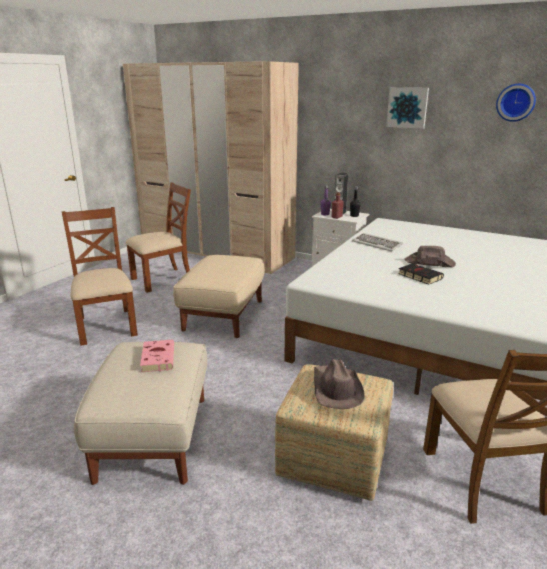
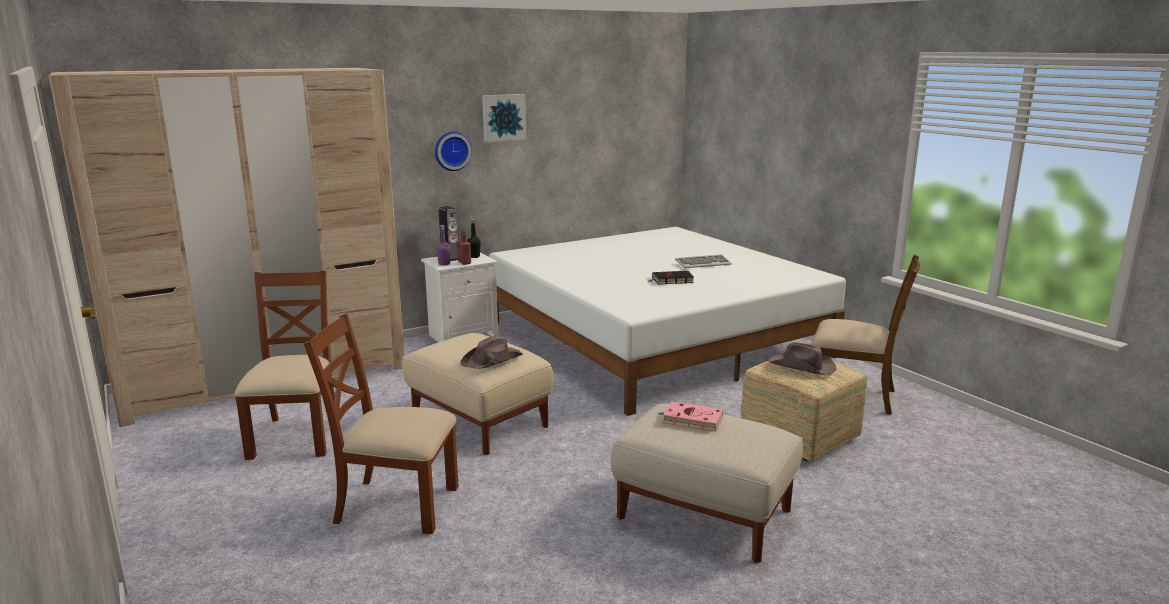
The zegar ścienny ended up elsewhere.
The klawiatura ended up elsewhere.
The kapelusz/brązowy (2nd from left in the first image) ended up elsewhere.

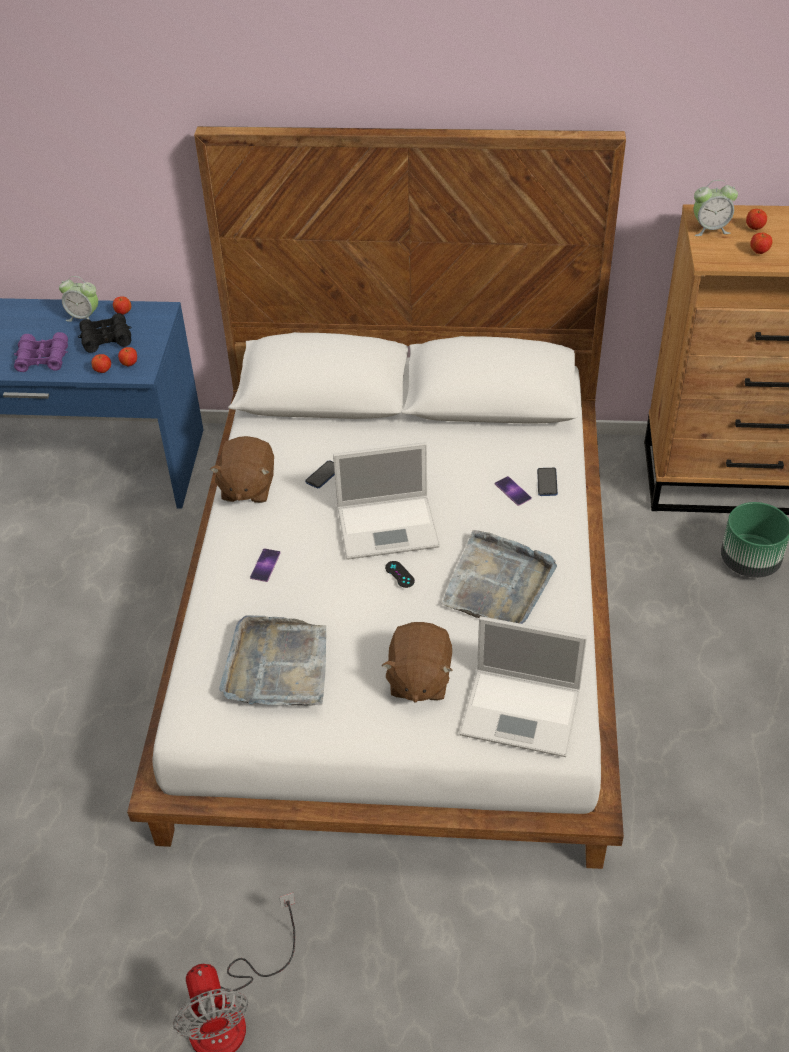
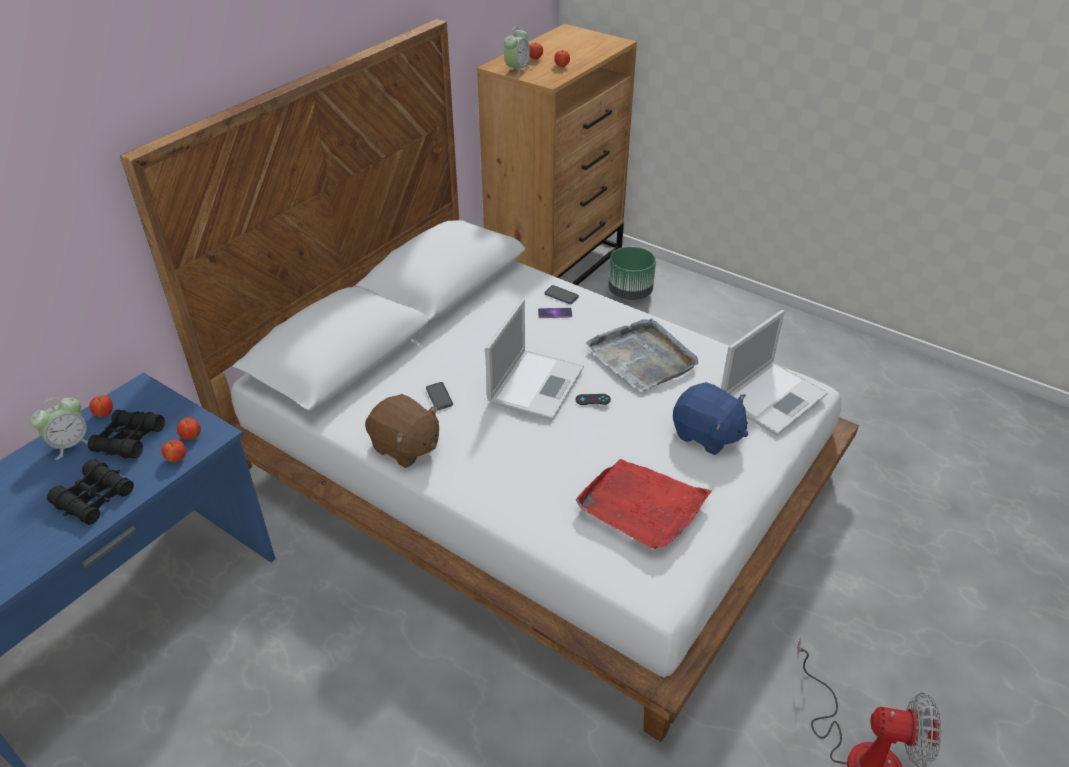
What was the lornetka/fioletowy turned into the lornetka/czarny (1st from left).
The second view lost the telefon (1st from left).
What was the taca/szary (1st from left) turned into the taca/czerwony.
What was the pluszak/brązowy (2nd from left) turned into the pluszak/niebieski.

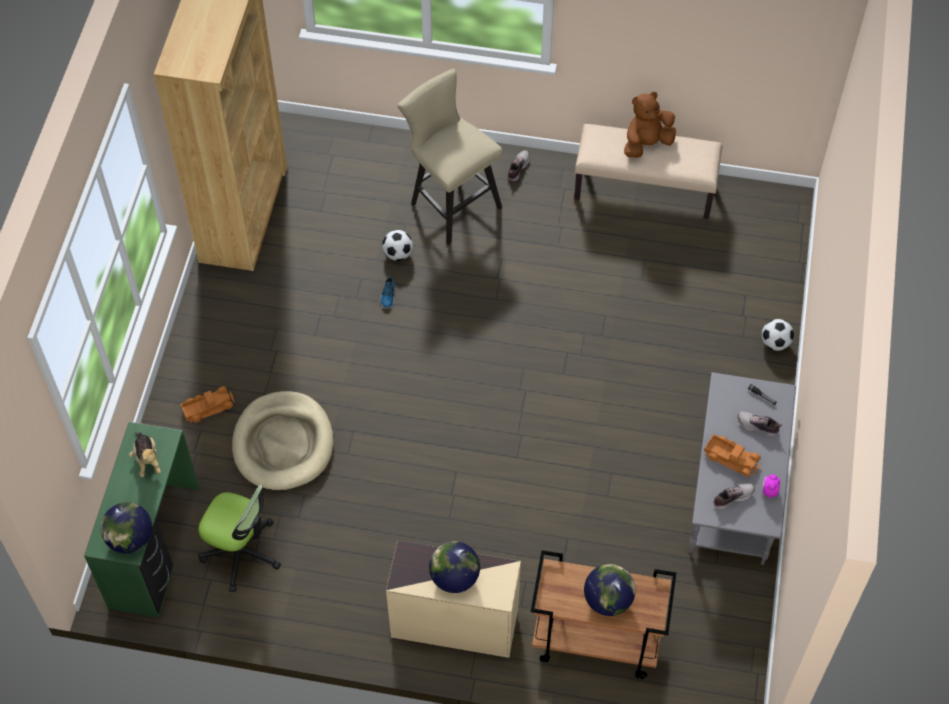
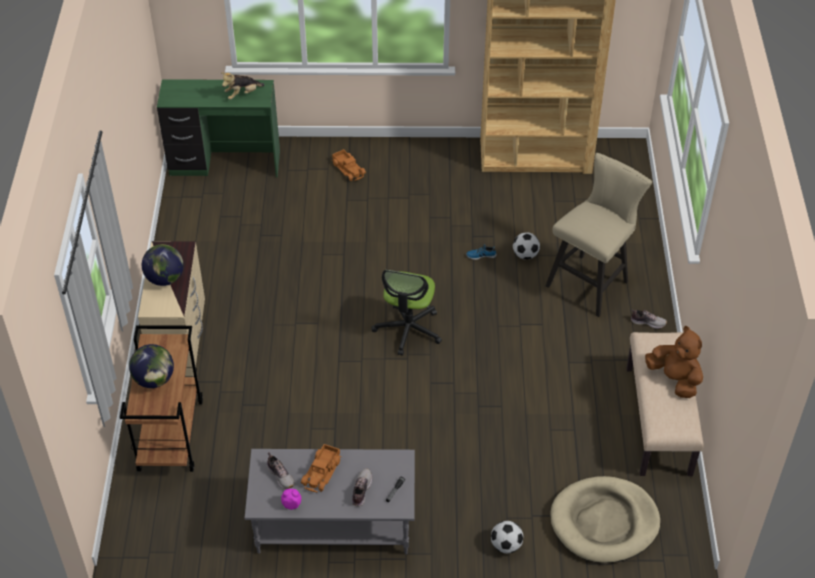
The legowisko/beżowy ended up elsewhere.
The krzesło biurowe ended up elsewhere.
The second view lost the globus (1st from left).

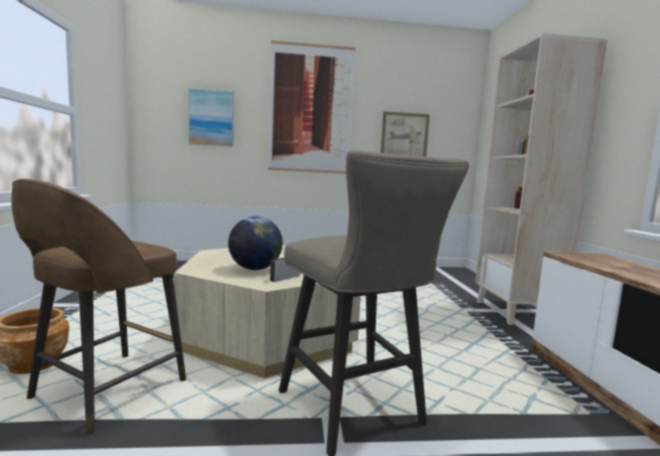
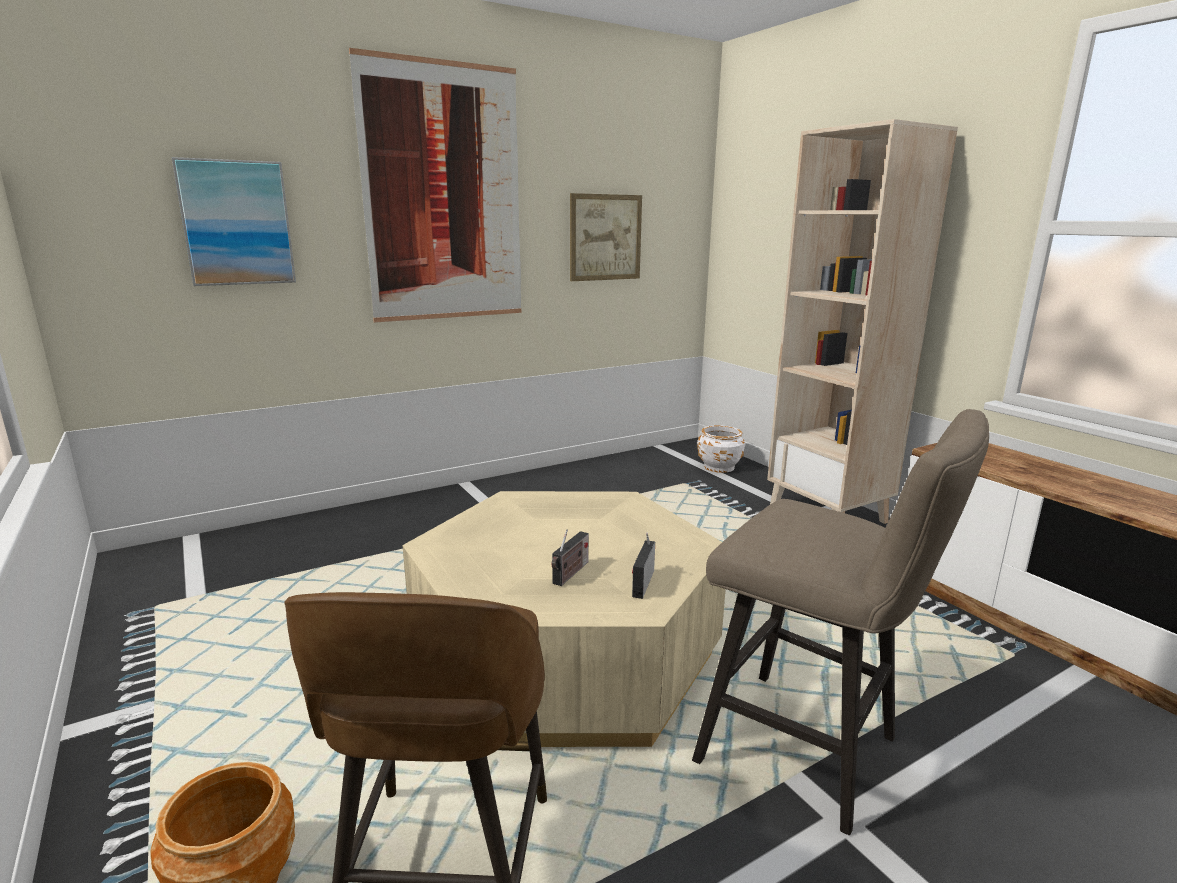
Where the globus stood, the radio (1st from left) came to stand.
The second view gained the donica/biały.

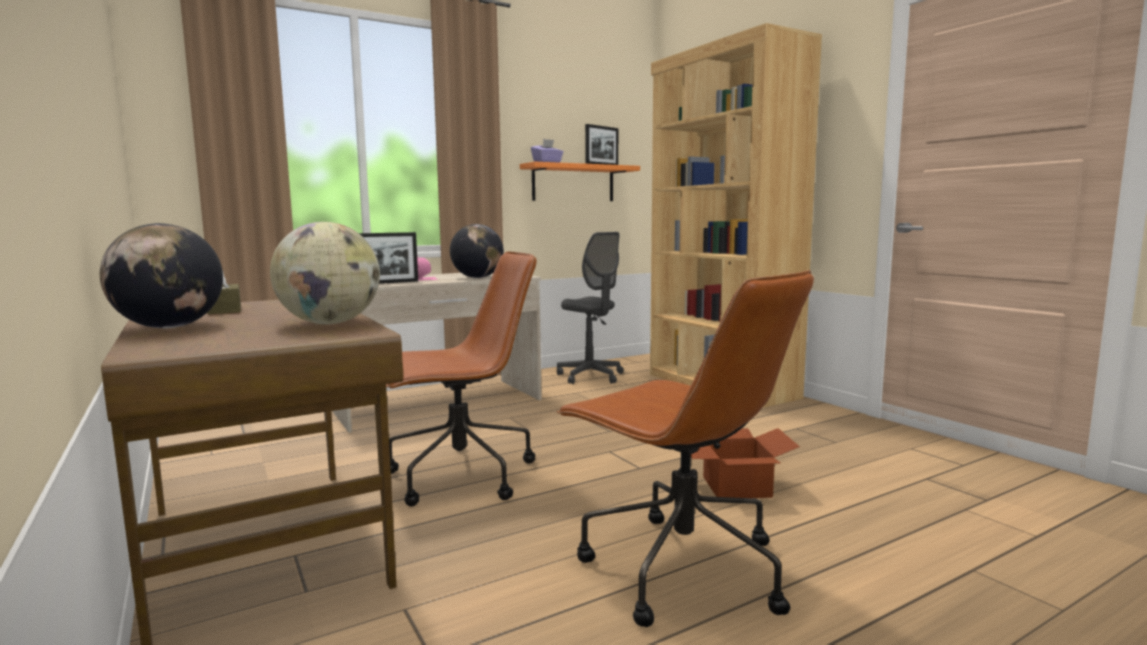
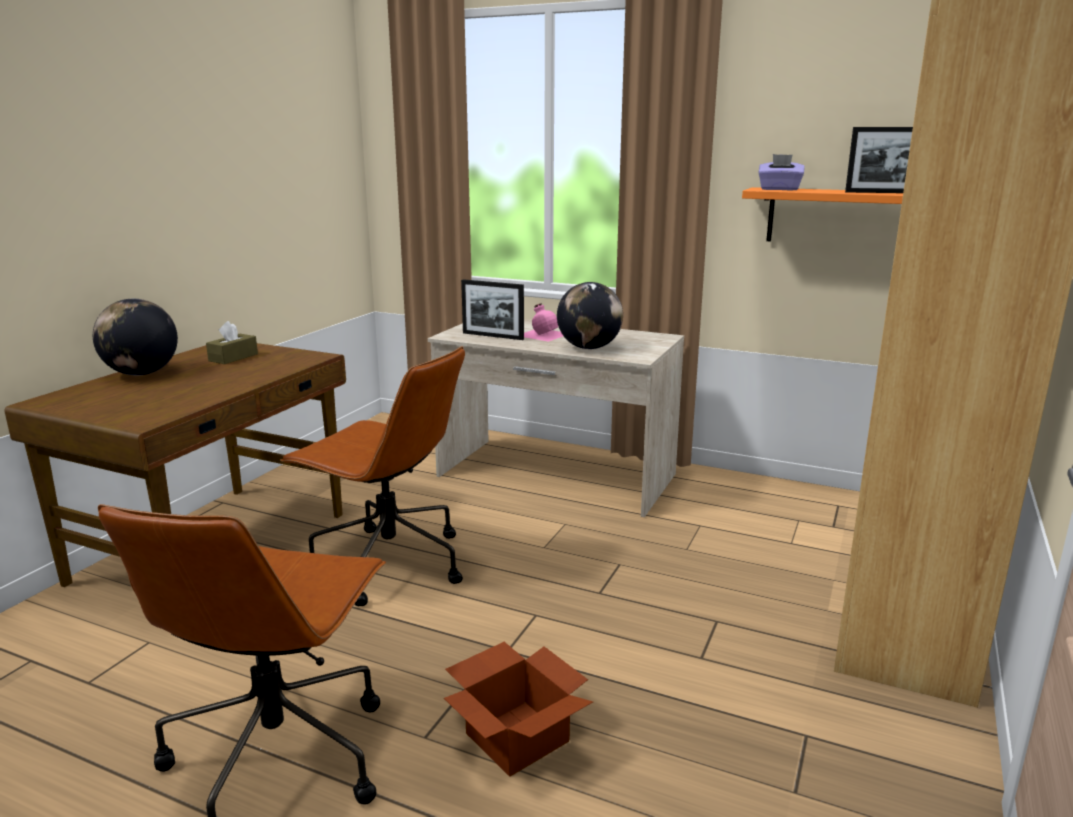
The second view lost the globus (2nd from left).
The second view lost the krzesło biurowe/szary.

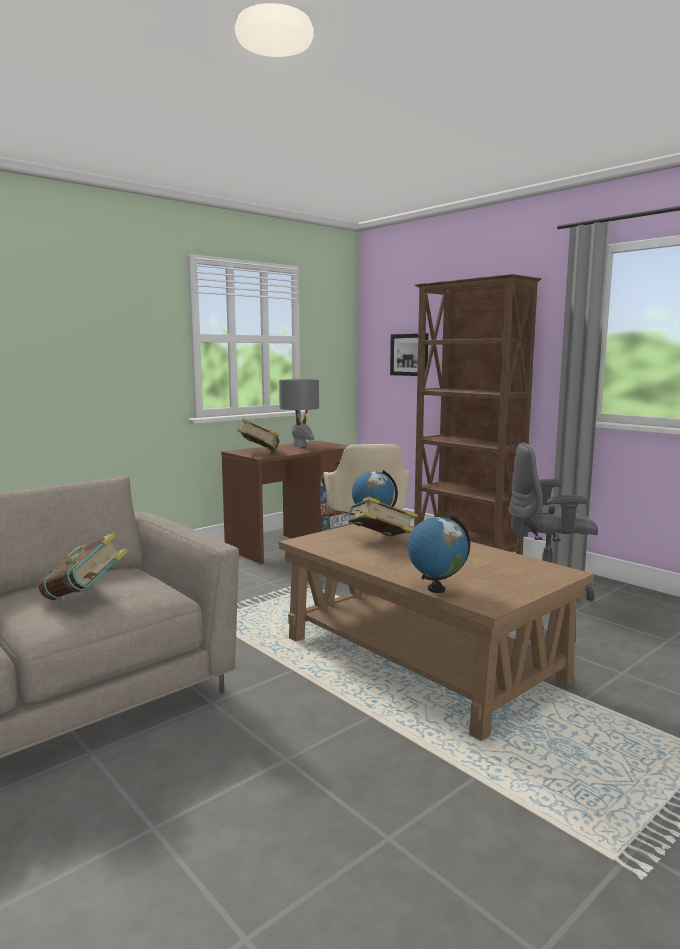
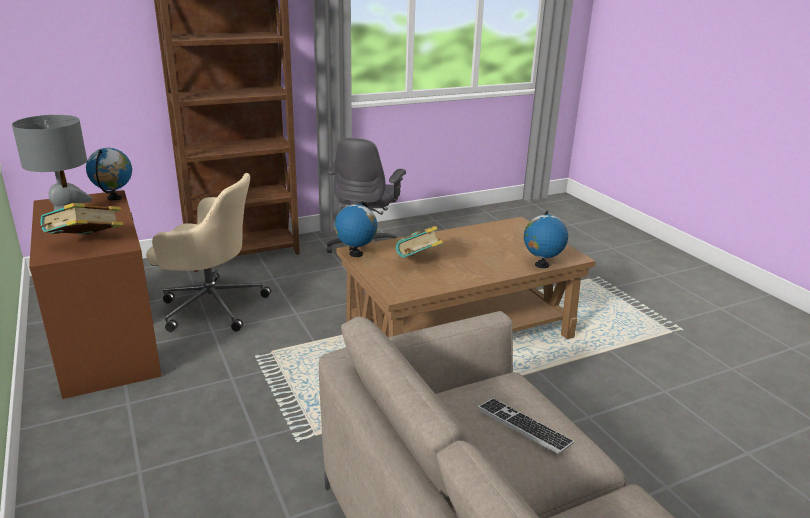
The second view lost the obraz.
Where the książka (1st from left) stood, the klawiatura came to stand.
The second view gained the globus (1st from left).

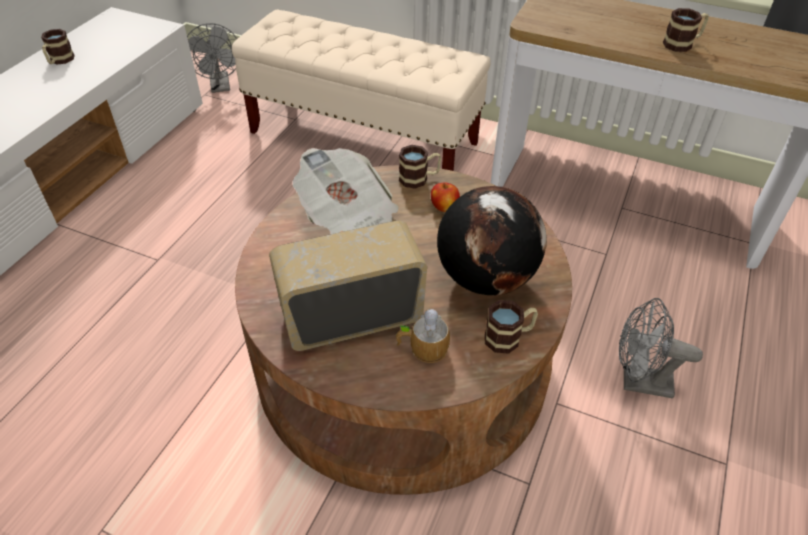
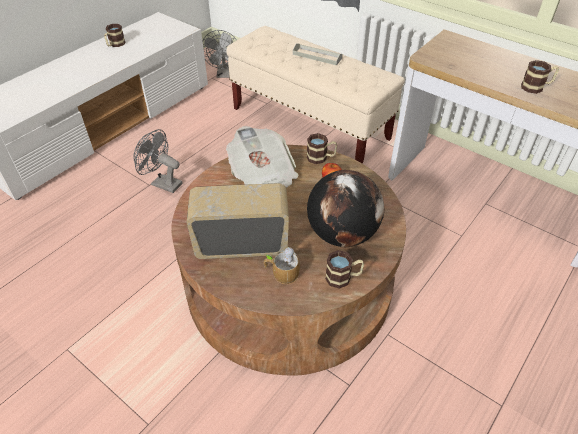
The wentylator/szary (2nd from left in the first image) ended up elsewhere.
The second view gained the taca/szary.

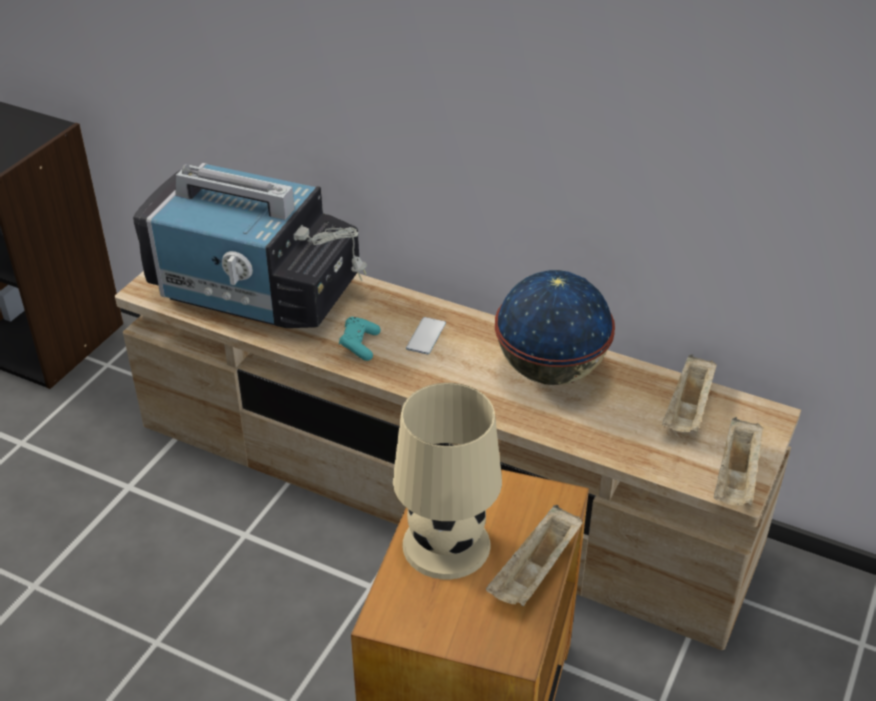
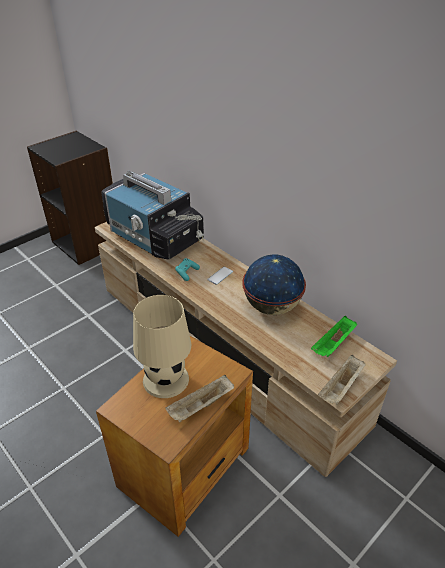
What was the taca/beżowy (2nd from left) turned into the taca/zielony.

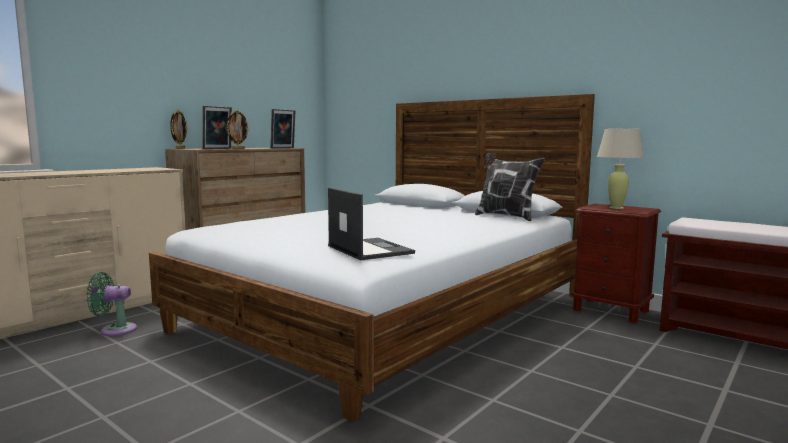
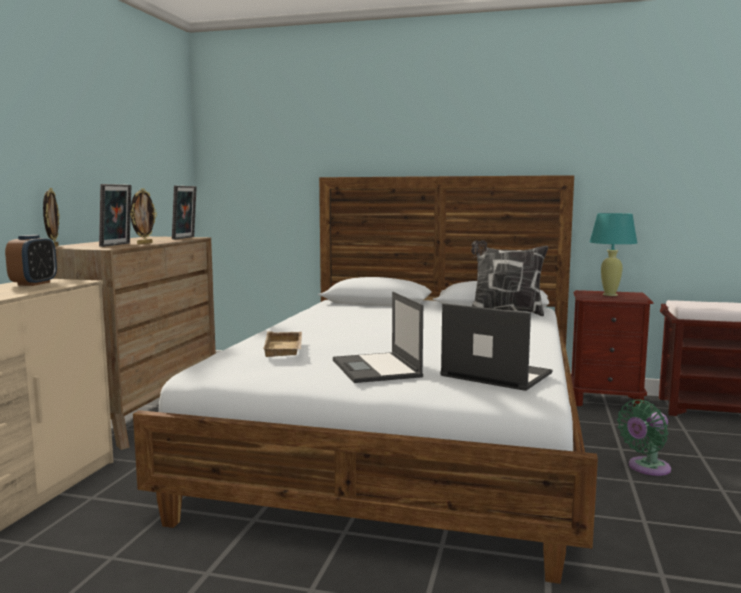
What was the lampa stołowa/beżowy turned into the lampa stołowa/turkusowy.
The wentylator/zielony ended up elsewhere.
The second view gained the budzik.
The second view gained the laptop (1st from left).
The second view gained the taca/beżowy.

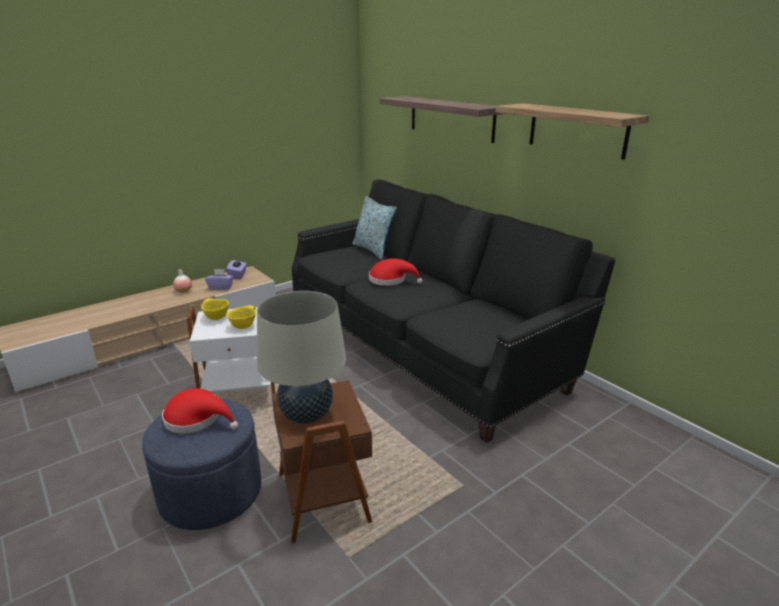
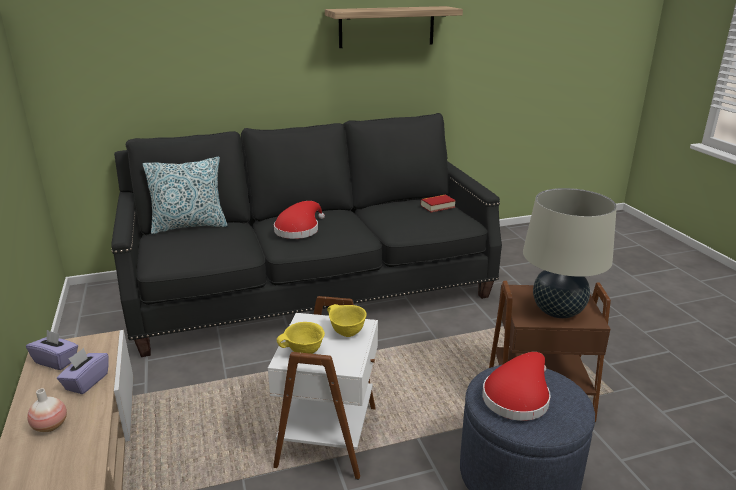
The second view lost the półka (1st from left).
The second view gained the książka.

